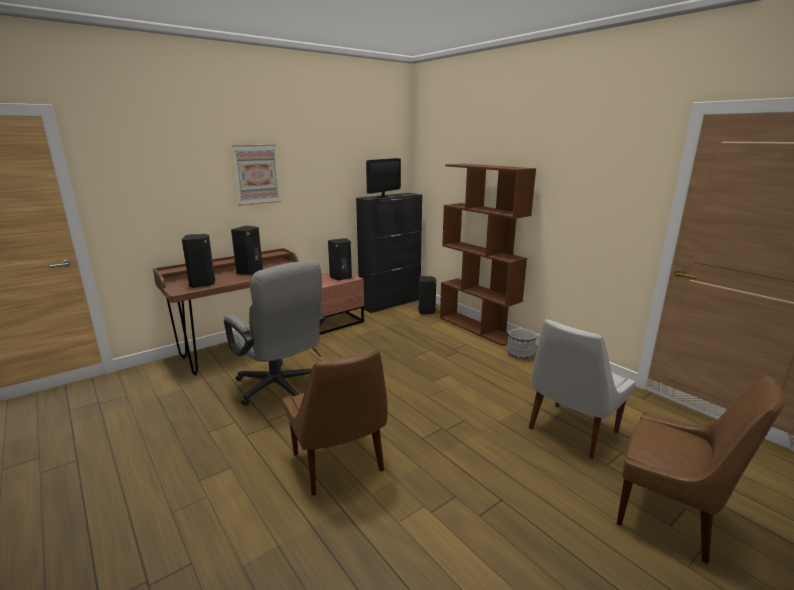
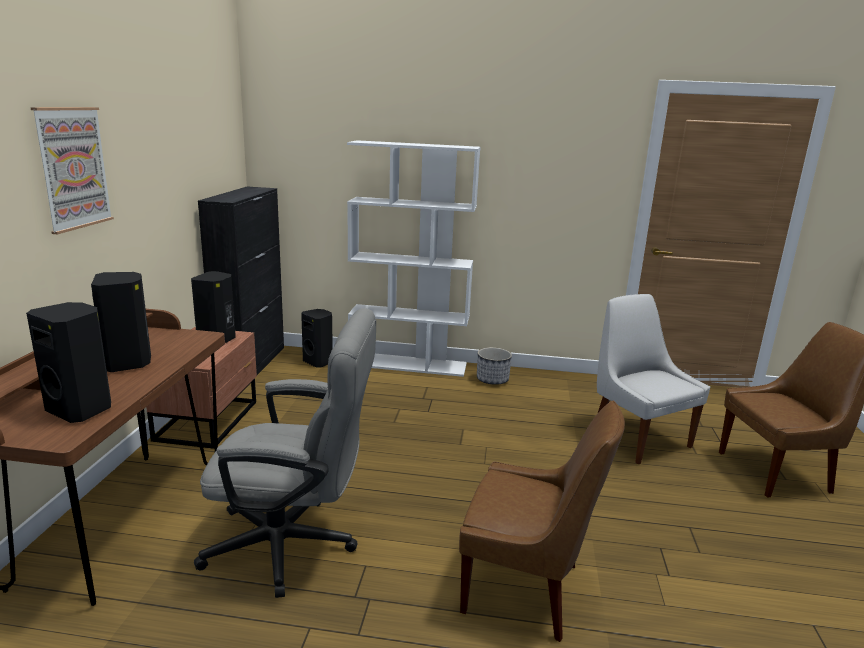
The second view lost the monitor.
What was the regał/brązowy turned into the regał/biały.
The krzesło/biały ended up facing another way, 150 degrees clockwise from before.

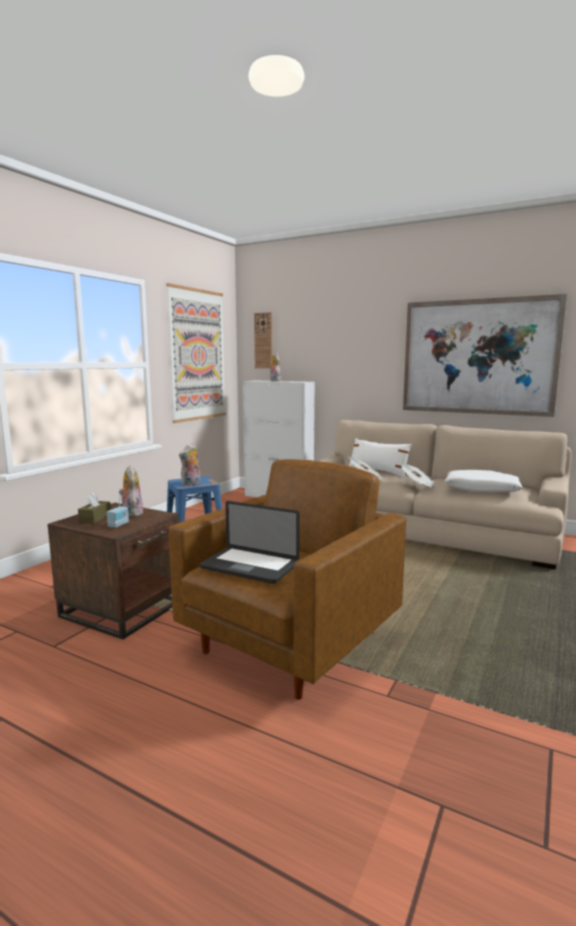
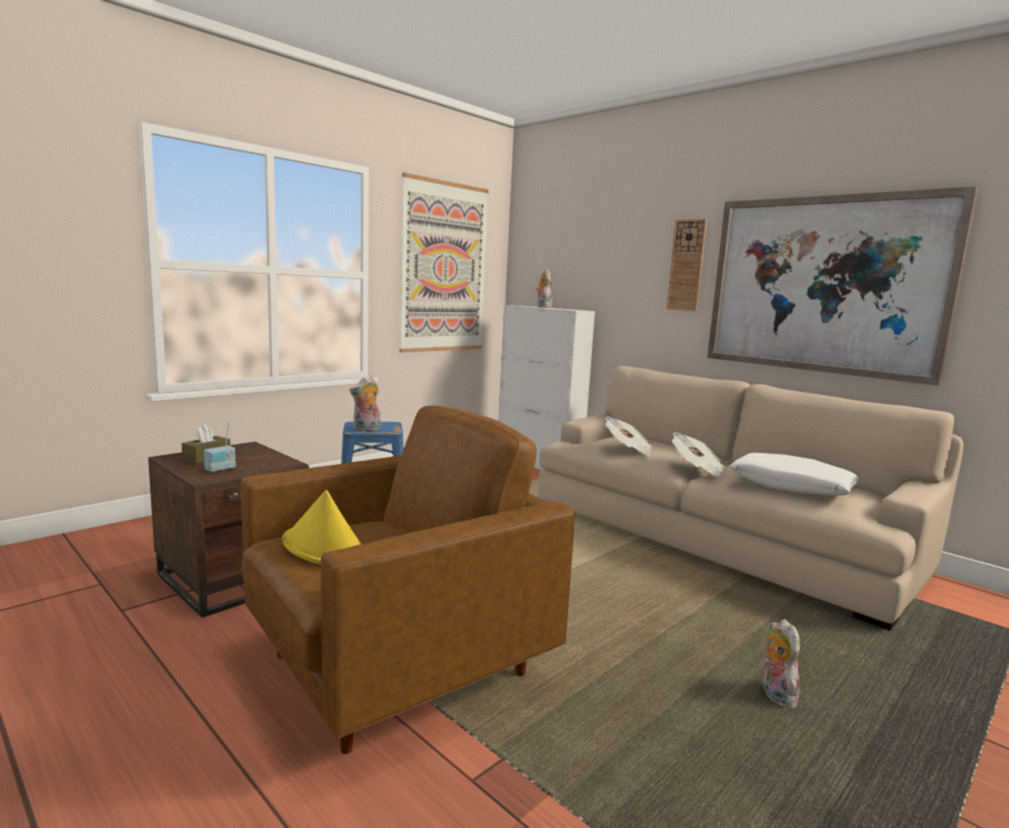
The zegar ścienny ended up elsewhere.
The second view lost the poduszka/biały (1st from left).
The pluszak (1st from left in the first image) ended up elsewhere.
Where the laptop stood, the kapelusz/żółty came to stand.

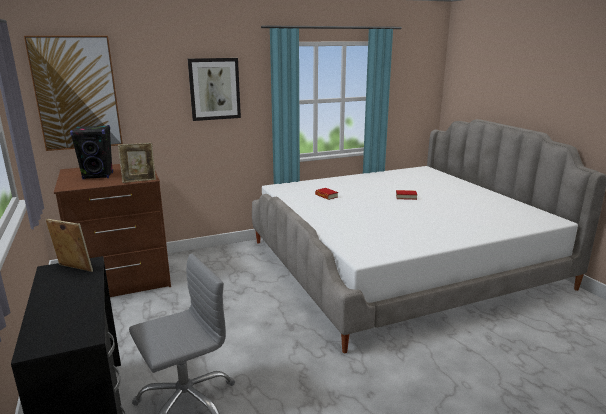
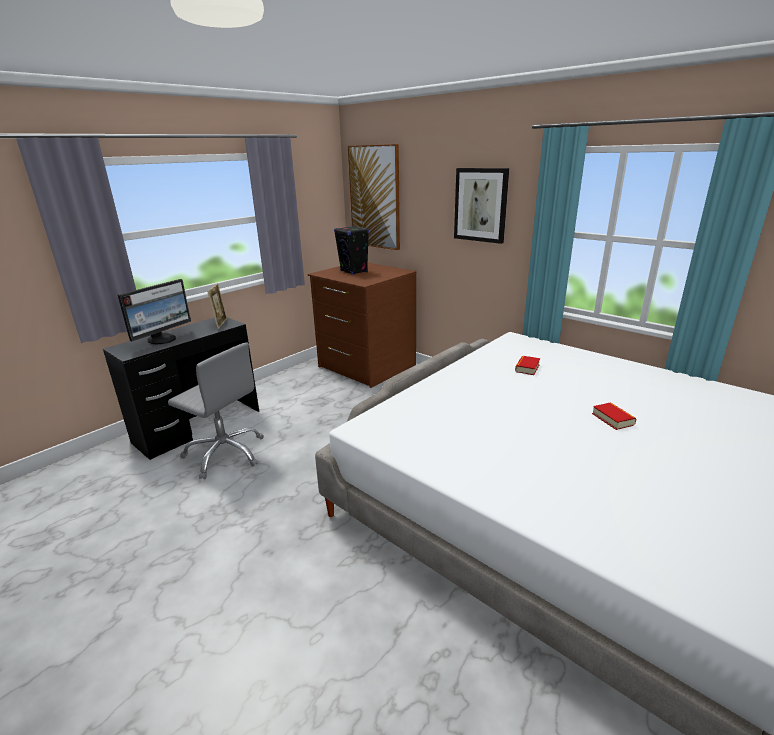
The second view lost the ramka na zdjęcie (2nd from left).
The second view gained the monitor.

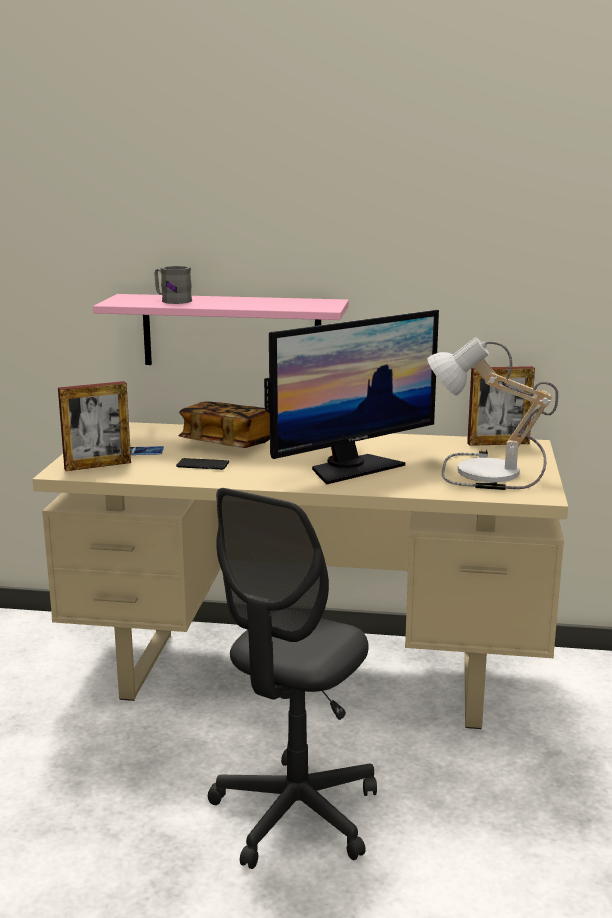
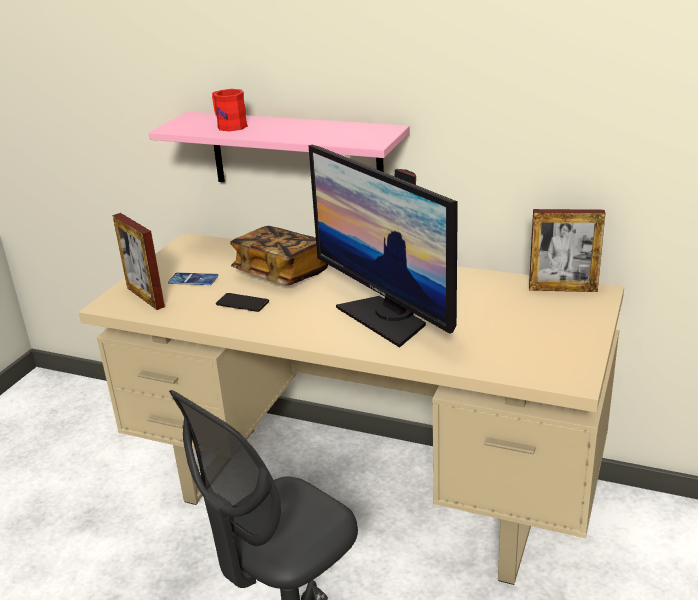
What was the kubek/szary turned into the kubek/czerwony.
The monitor ended up facing another way, 75 degrees clockwise from before.
The second view lost the lampa stołowa.
The ramka na zdjęcie (1st from left) ended up facing another way, 60 degrees clockwise from before.

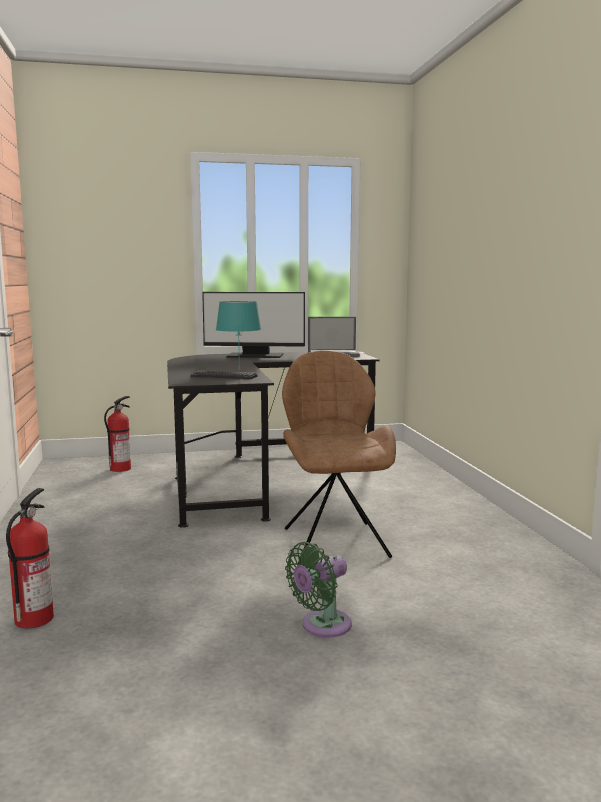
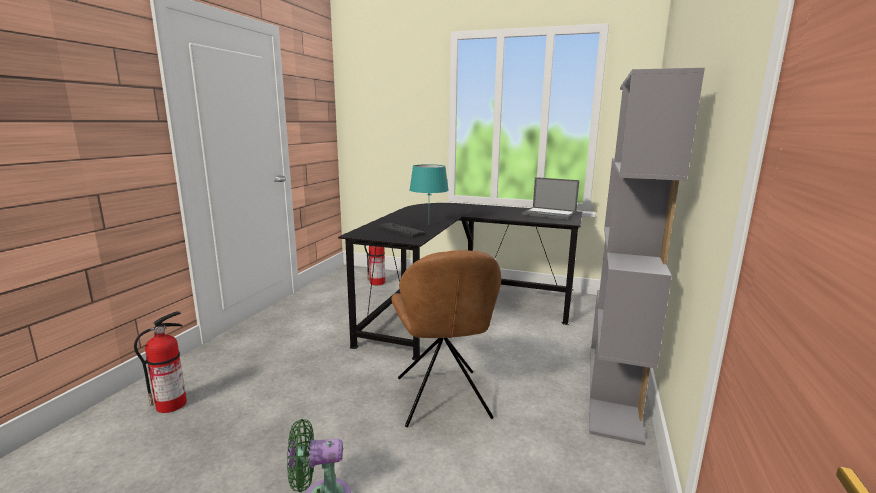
The second view lost the monitor.
The krzesło/brązowy ended up facing another way, 150 degrees clockwise from before.
The second view gained the regał/szary.

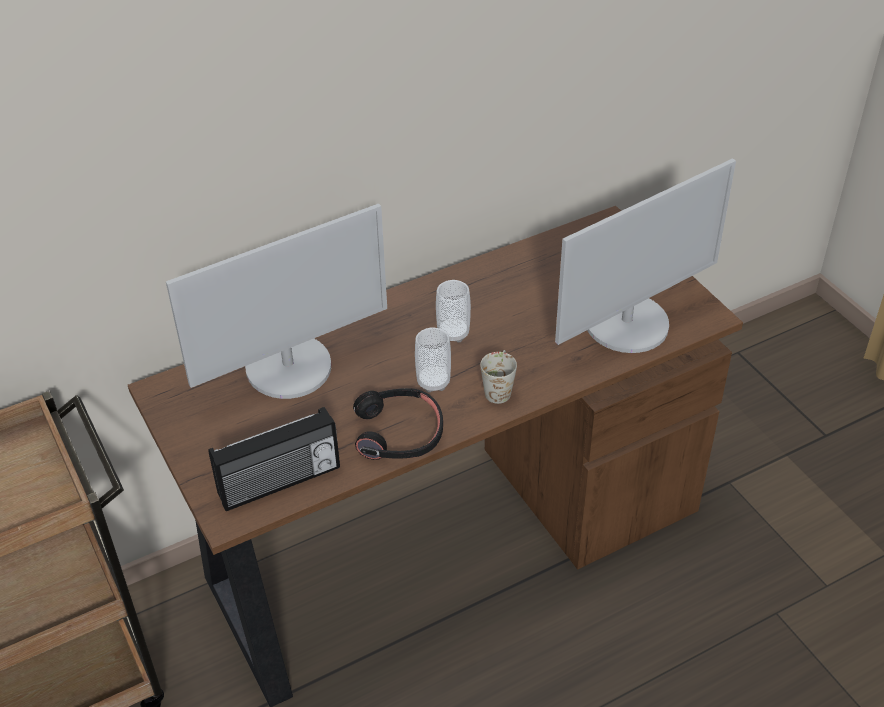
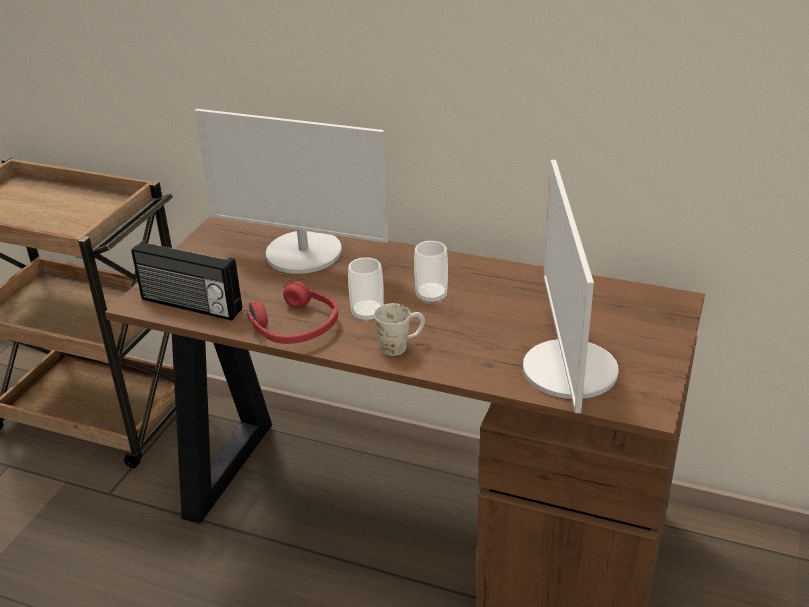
The monitor (2nd from left) ended up facing another way, 75 degrees clockwise from before.
What was the słuchawki/czarny turned into the słuchawki/czerwony.

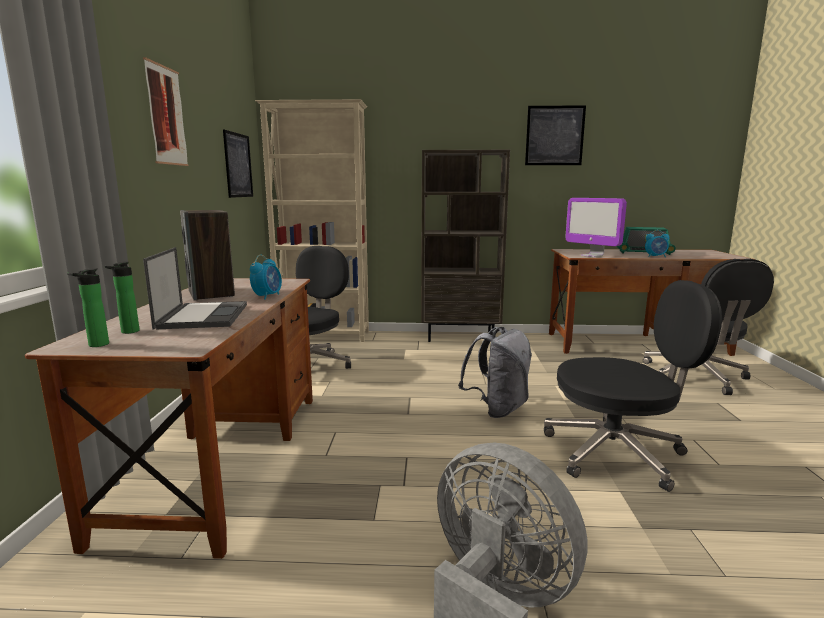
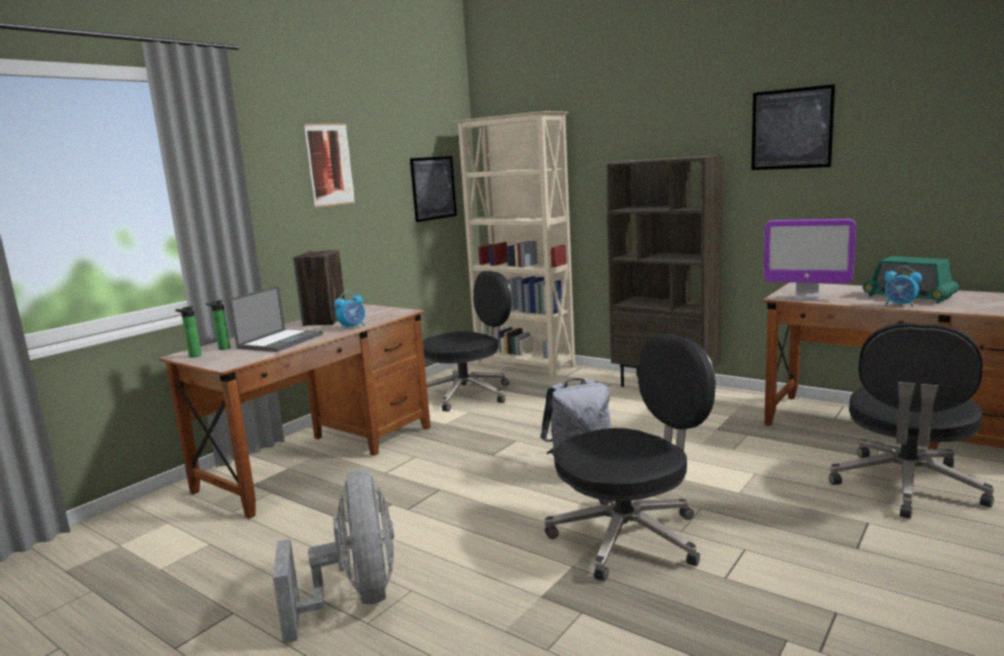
The monitor ended up facing another way, 60 degrees counterclockwise from before.
The krzesło biurowe/czarny (2nd from left) ended up facing another way, 60 degrees counterclockwise from before.

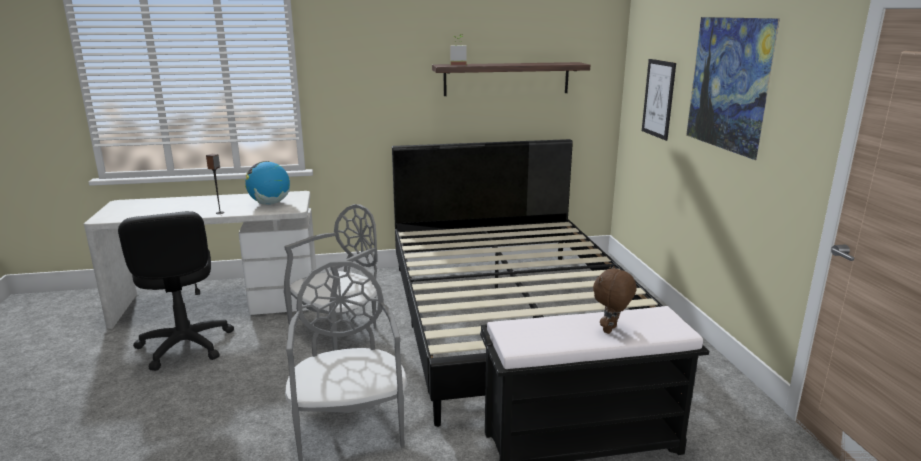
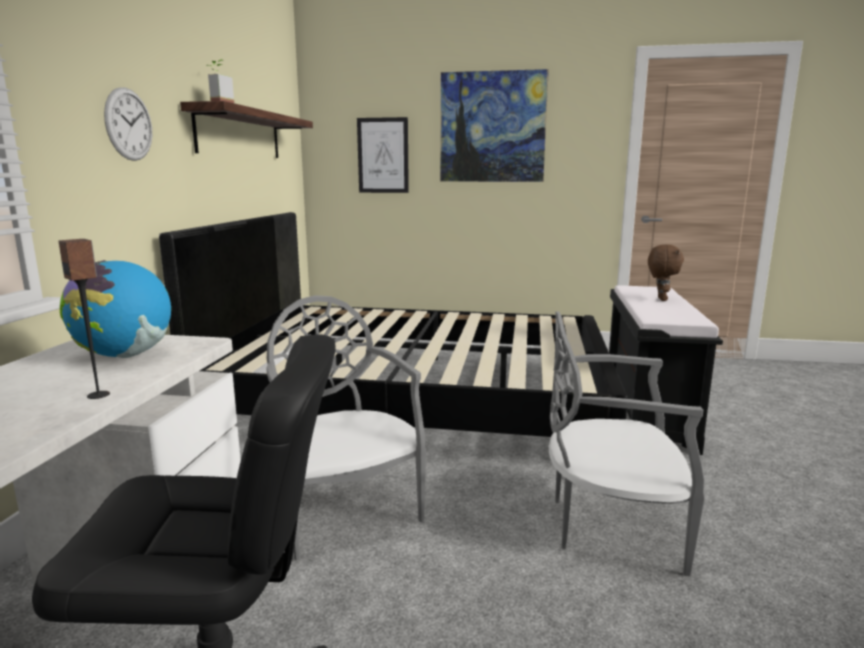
The pluszak/brązowy ended up facing another way, 135 degrees counterclockwise from before.
The second view gained the zegar ścienny.

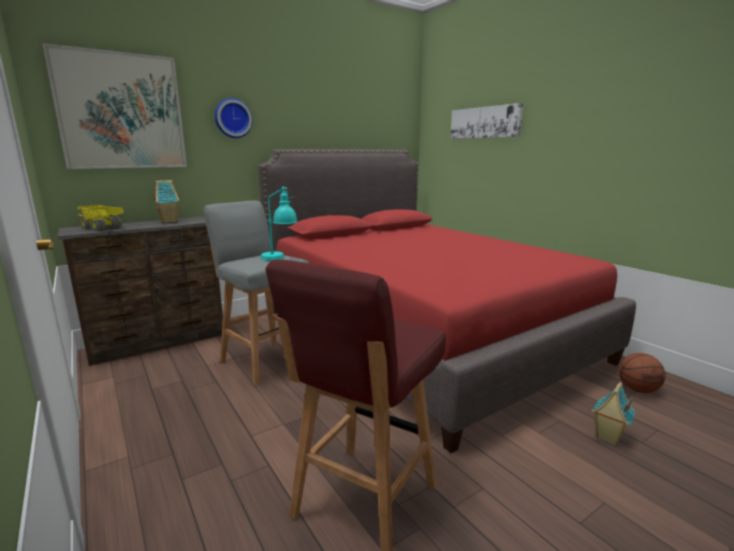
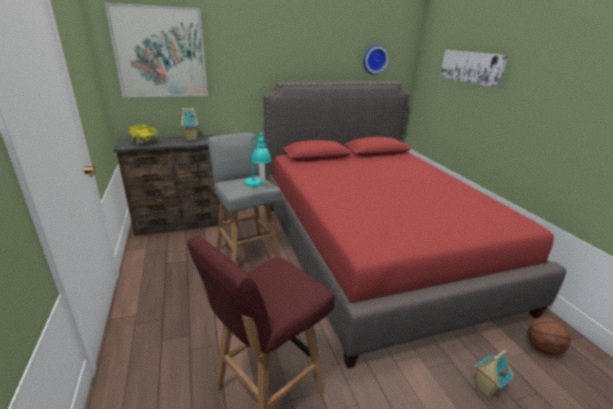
The zegar ścienny ended up elsewhere.

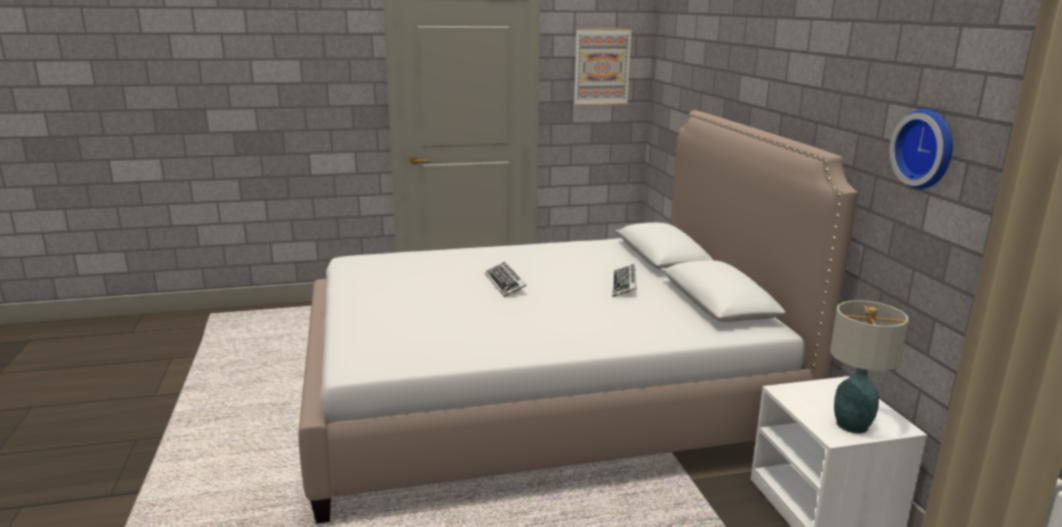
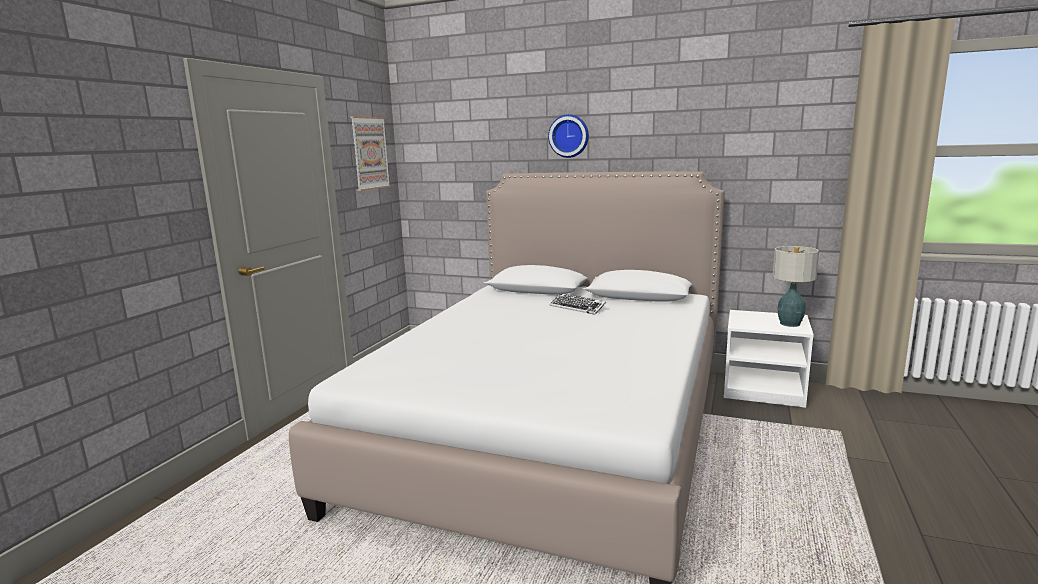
The zegar ścienny ended up elsewhere.
The second view lost the klawiatura (1st from left).

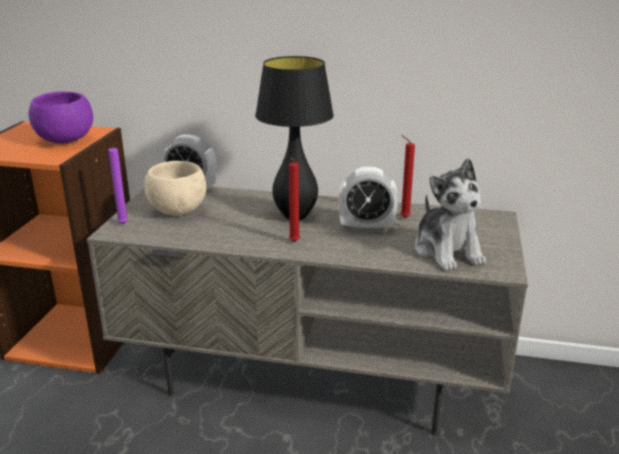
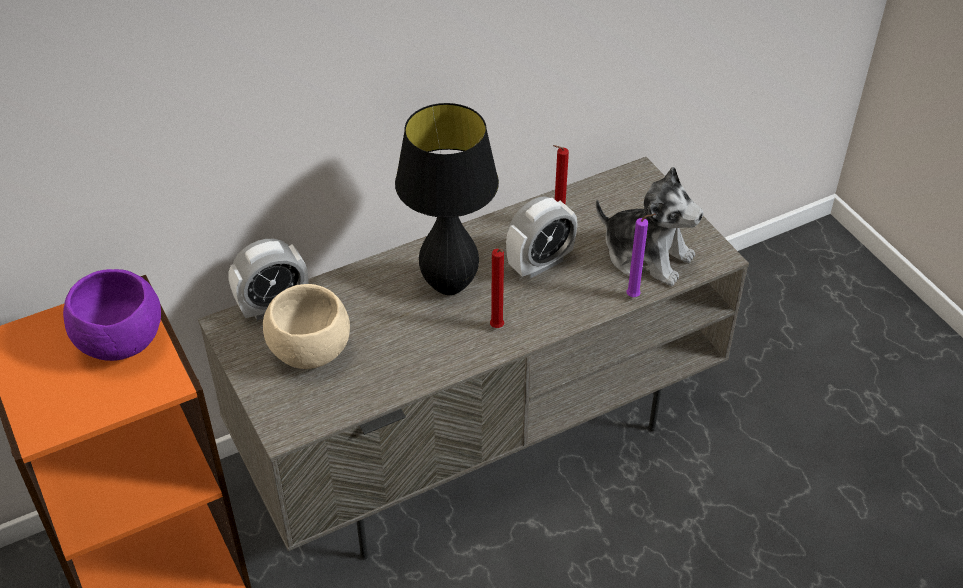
The świeca/fioletowy ended up elsewhere.

